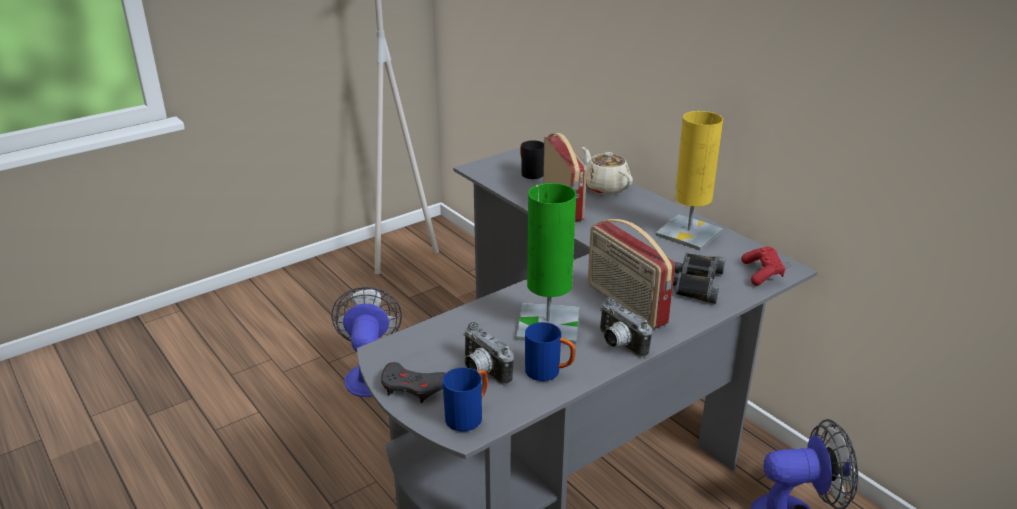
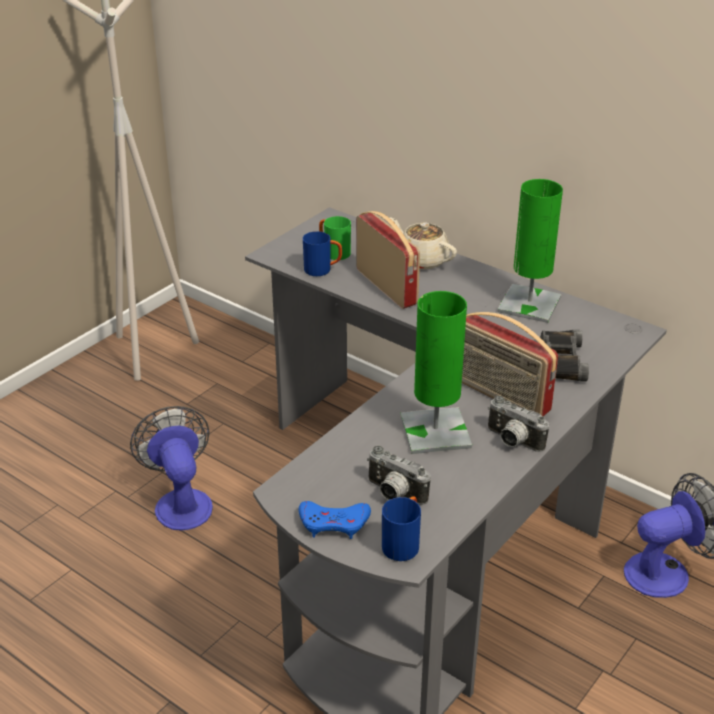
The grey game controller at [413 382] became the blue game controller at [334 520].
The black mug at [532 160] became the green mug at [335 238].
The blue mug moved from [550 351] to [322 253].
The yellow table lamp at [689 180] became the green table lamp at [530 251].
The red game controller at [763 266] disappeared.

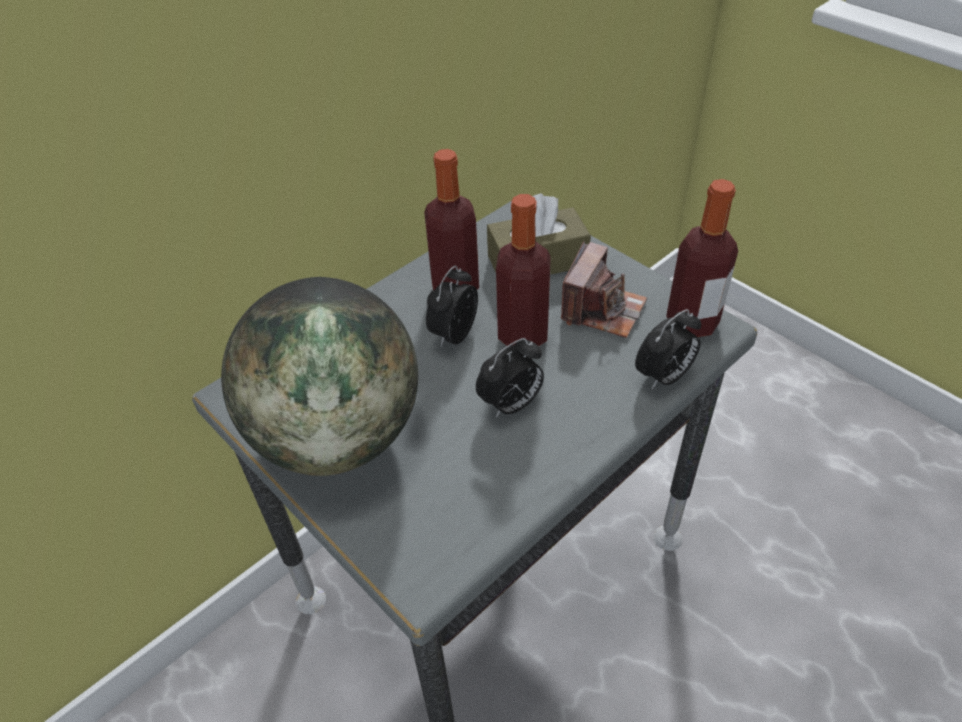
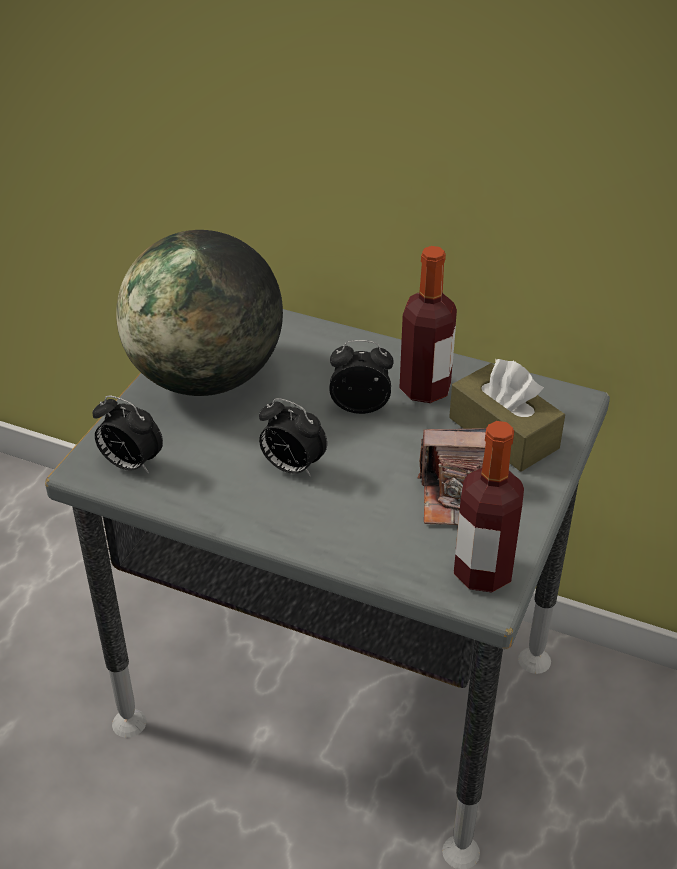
The bottle at [523 270] disappeared.
The alarm clock moved from [668 349] to [127 434].

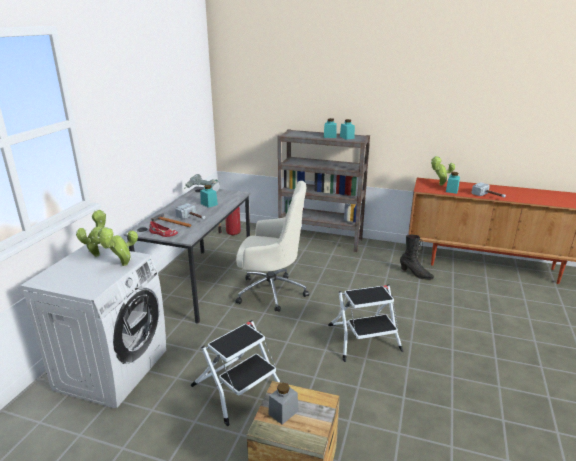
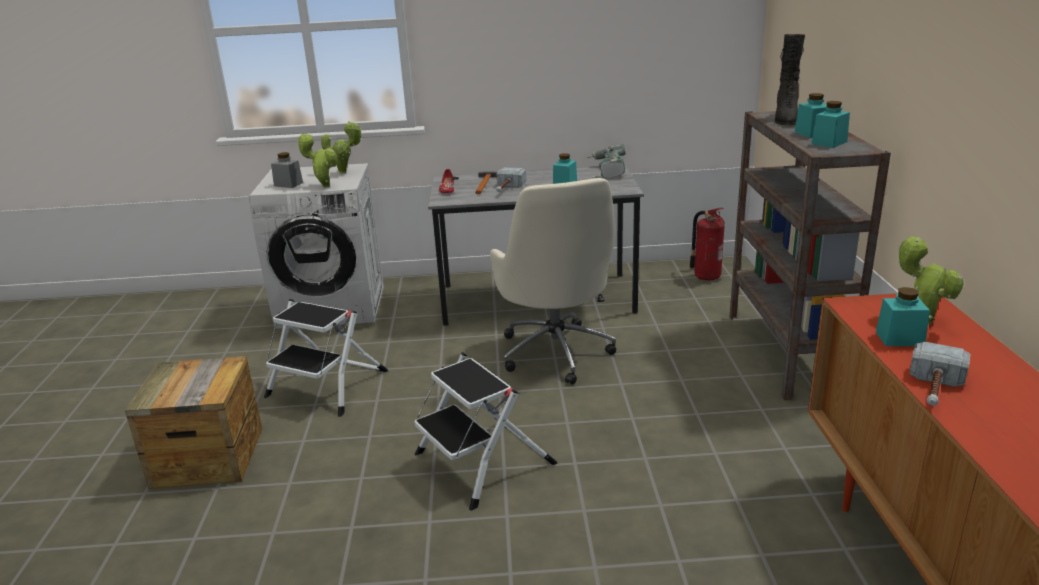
The grey jar moved from [283 404] to [287 170].
The black boot moved from [417 257] to [790 79].

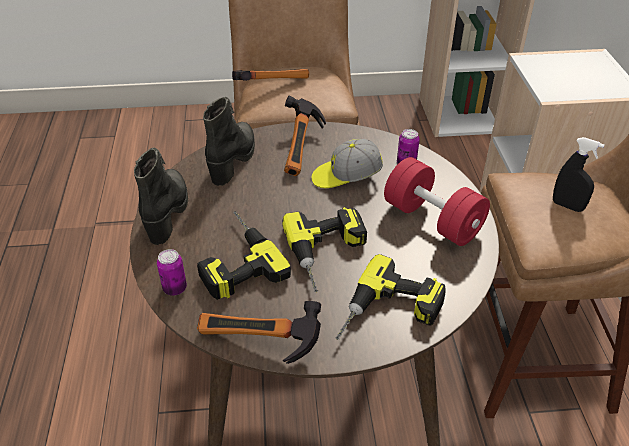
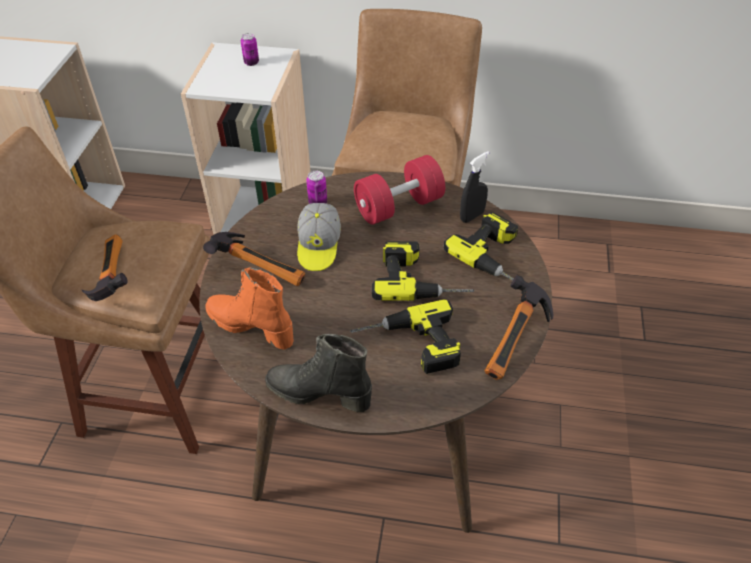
The can moved from [172 272] to [250 49].
The black boot at [229 141] became the orange boot at [249 309].
The black spray bottle moved from [578 174] to [474 187].

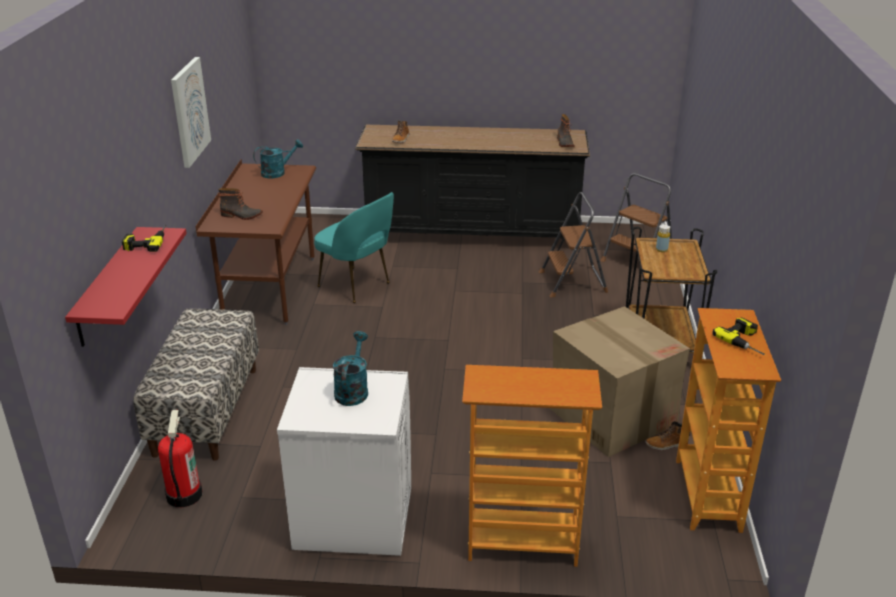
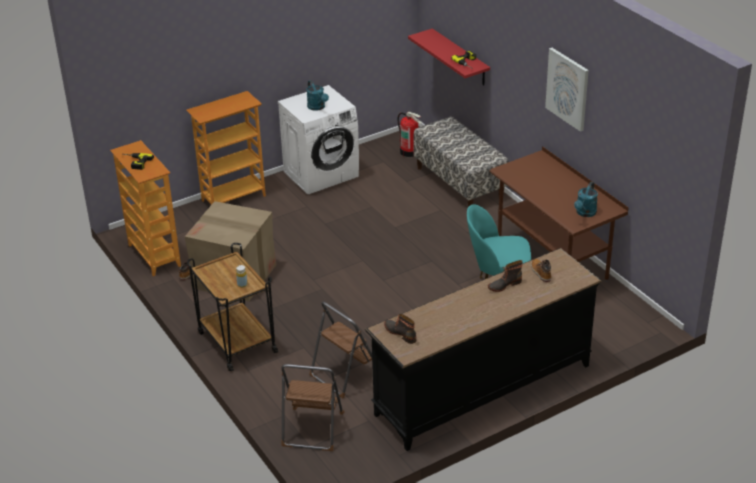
The boot moved from [240 204] to [505 276].

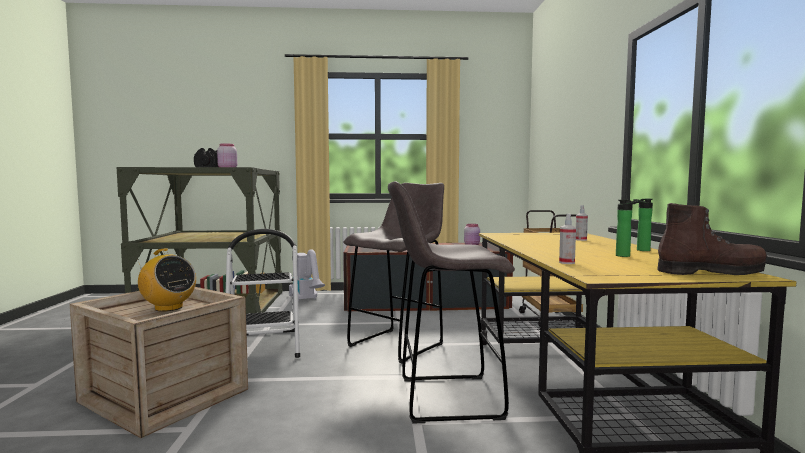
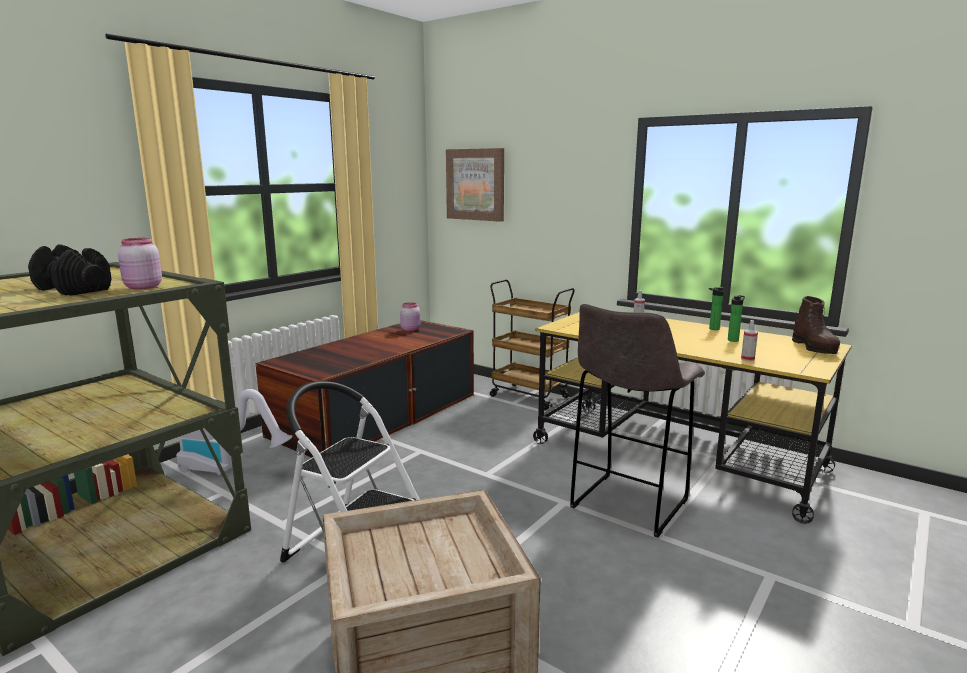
The radio at [166 280] disappeared.
The grey stool at [394 273] disappeared.
The brown boot at [712 239] turned 135 degrees clockwise.
The picture at [475 185] appeared.

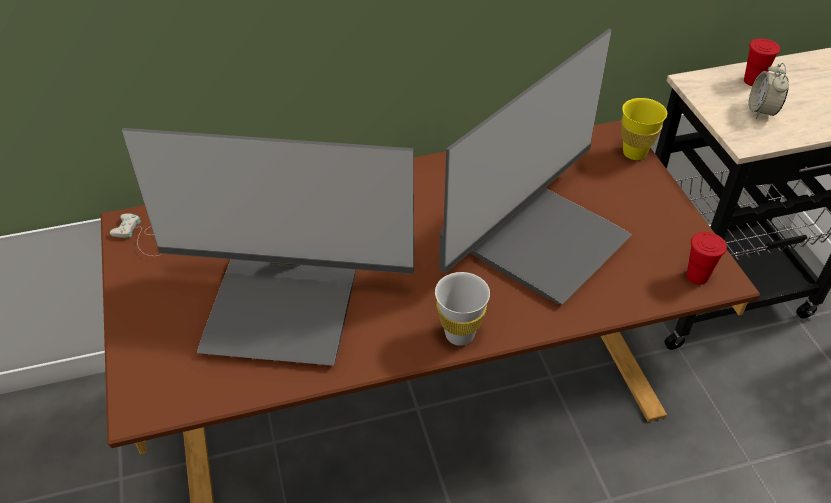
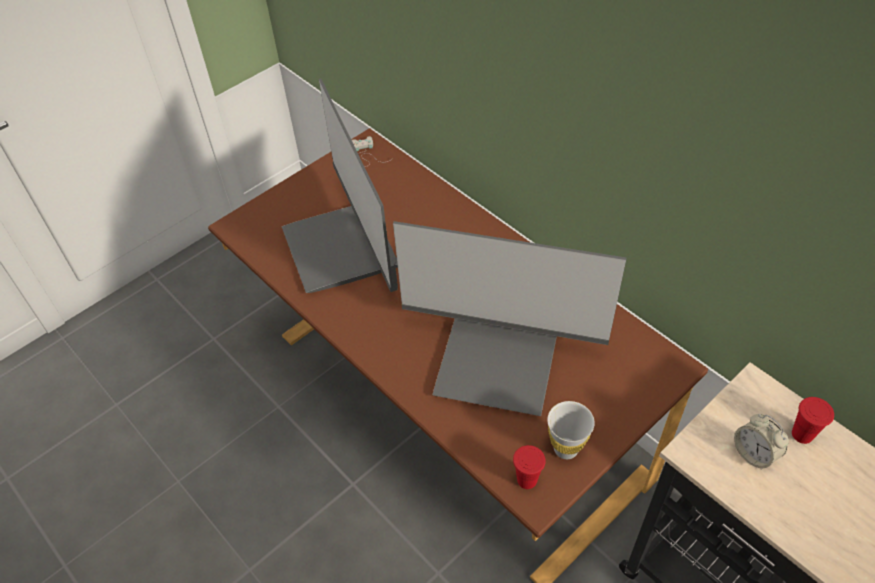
The white cup moved from [462 309] to [571 430].
The yellow cup at [644 129] disappeared.
The alarm clock at [769 91] turned 105 degrees counterclockwise.

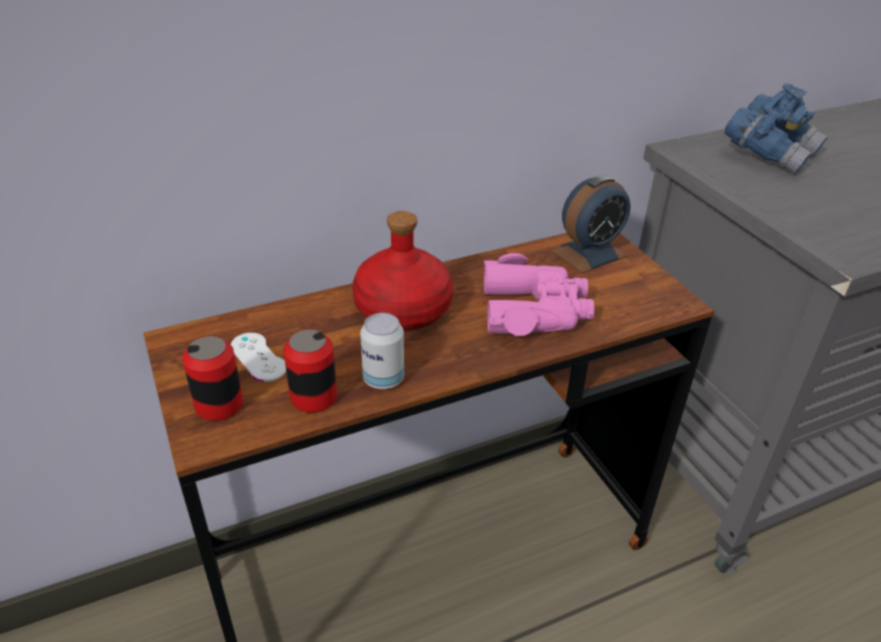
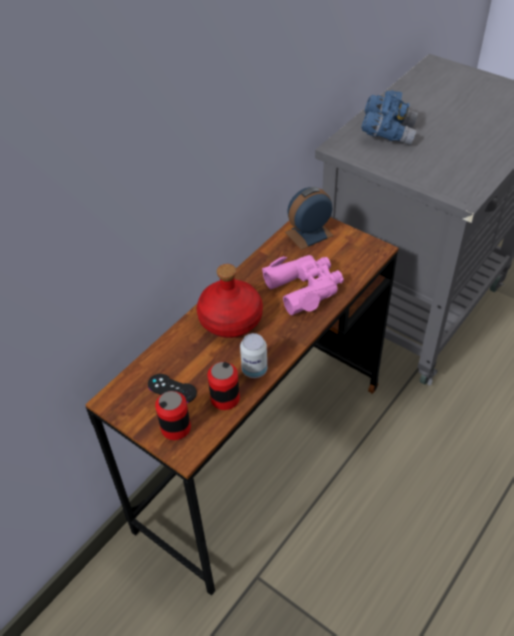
The white game controller at [258 357] became the black game controller at [172 388].
The alarm clock at [591 224] turned 150 degrees counterclockwise.

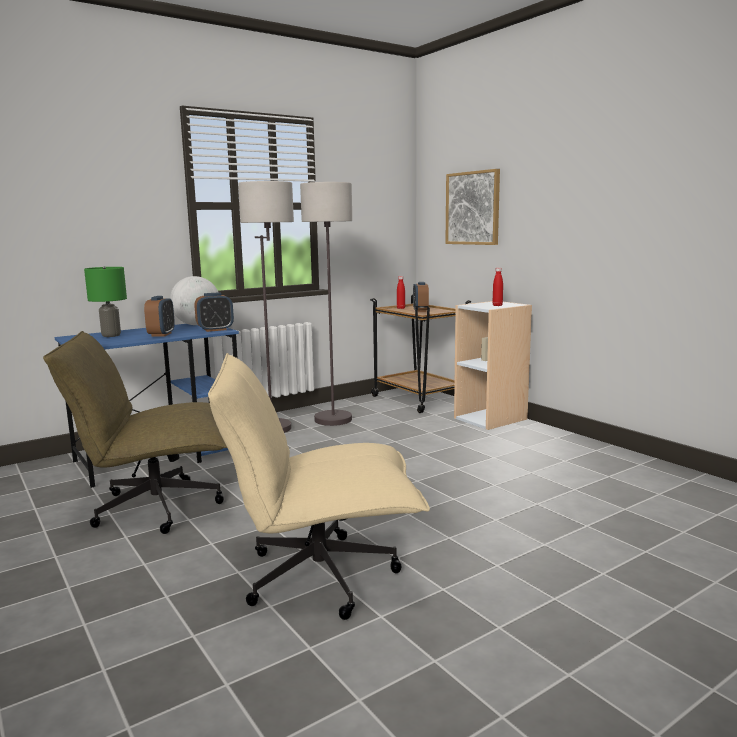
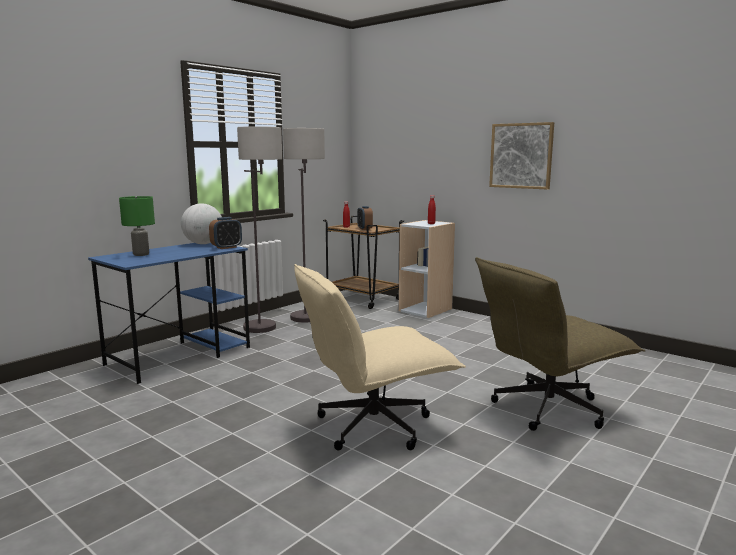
The beige office chair moved from [135 432] to [560 344].
The alarm clock at [159 316] disappeared.
The picture moved from [472 207] to [521 156].

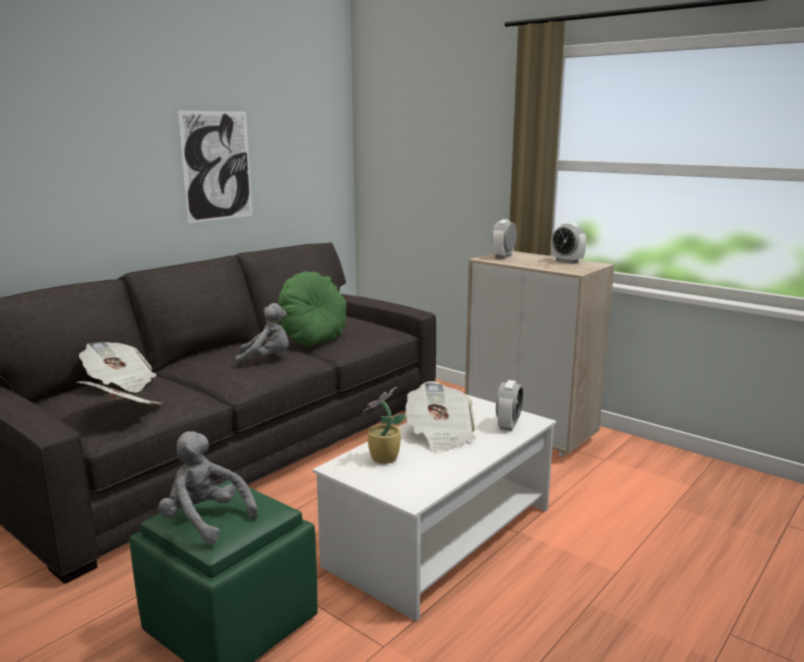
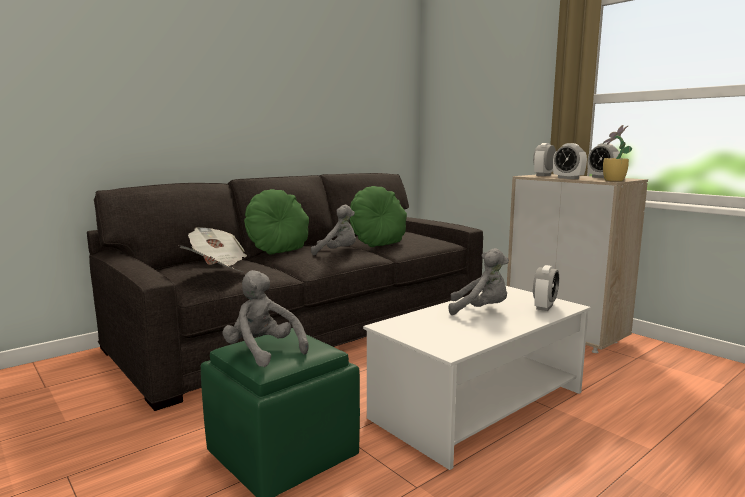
The picture at [215 167] disappeared.
The potted plant moved from [384 425] to [617 153].
The newspaper at [440 417] was replaced by the grey plush toy at [479 281].
The green pillow at [276 221] appeared.
The alarm clock at [570 161] appeared.

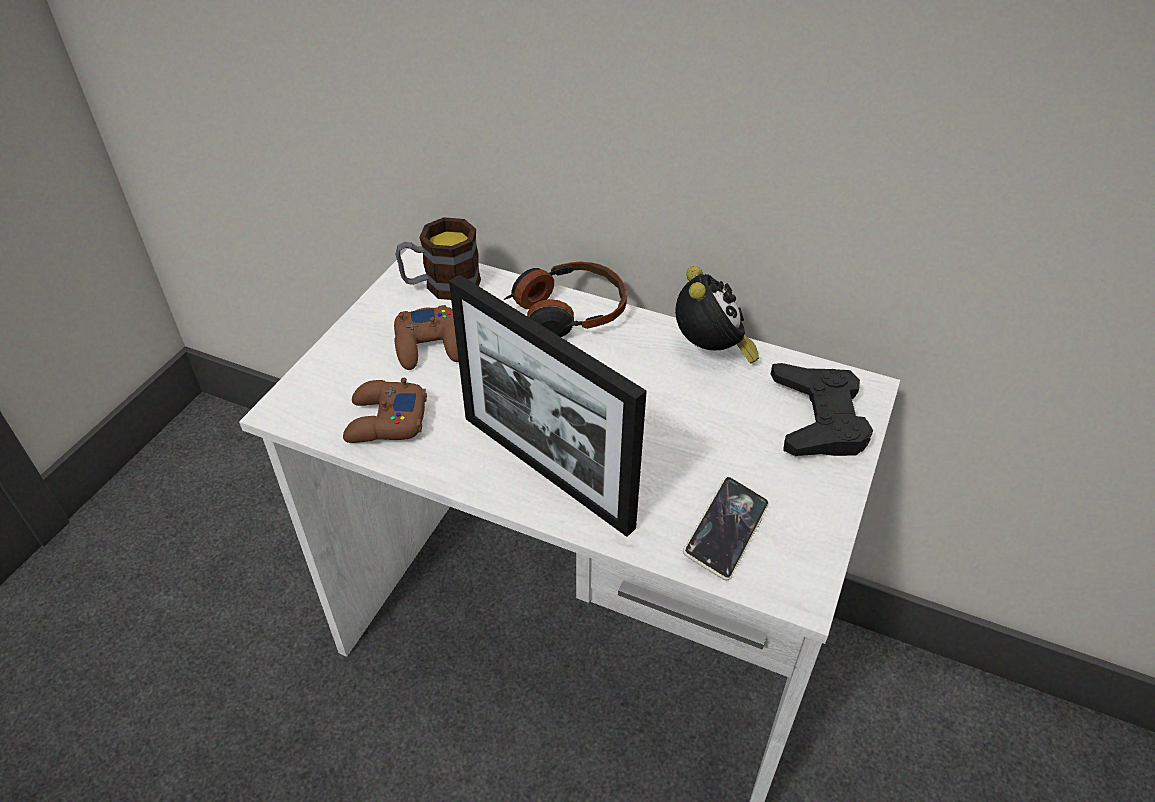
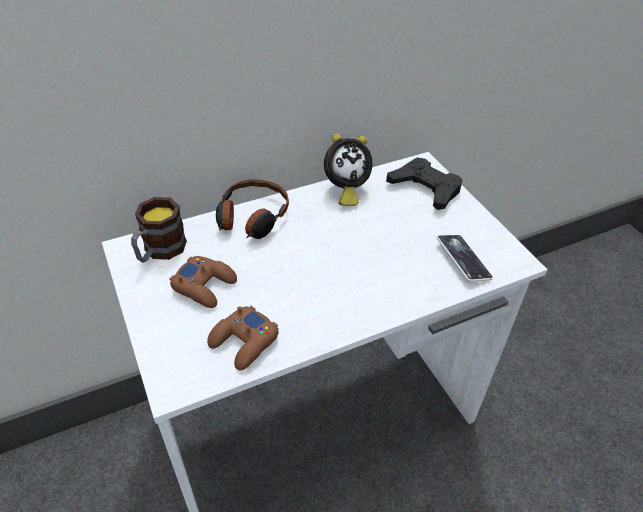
The picture frame at [548 406] disappeared.
The alarm clock at [717 315] turned 120 degrees clockwise.

